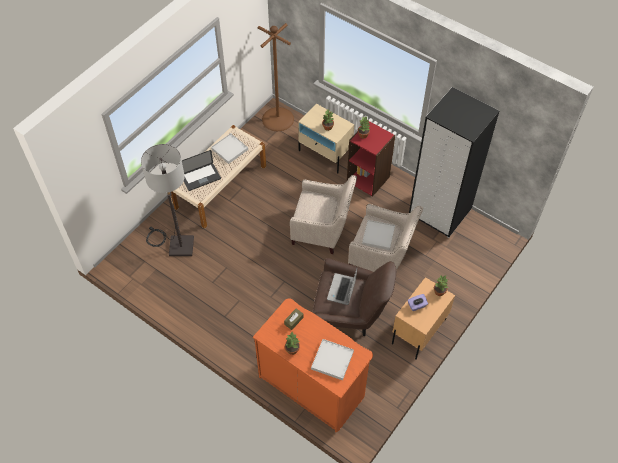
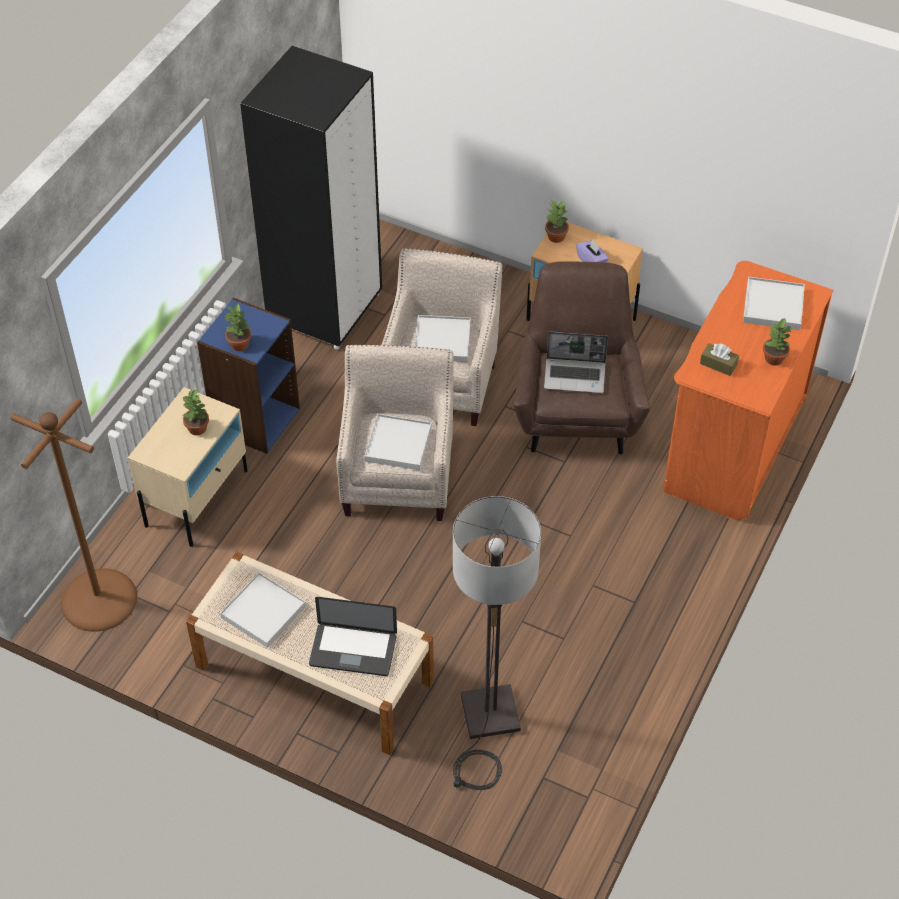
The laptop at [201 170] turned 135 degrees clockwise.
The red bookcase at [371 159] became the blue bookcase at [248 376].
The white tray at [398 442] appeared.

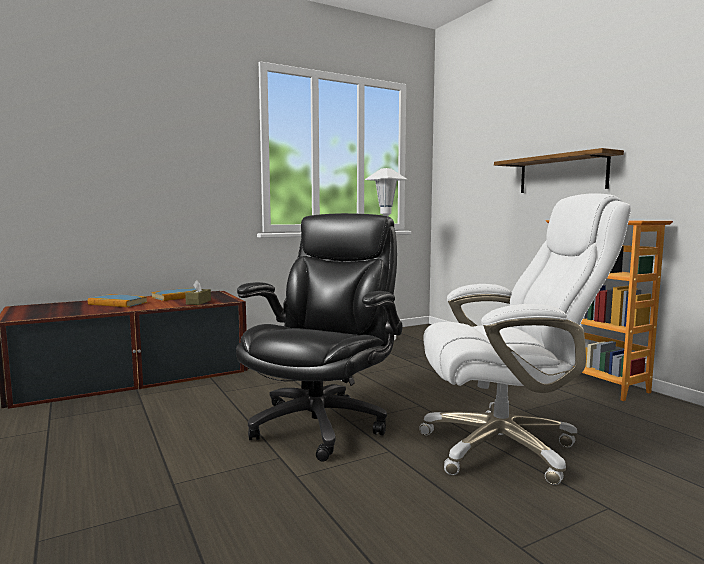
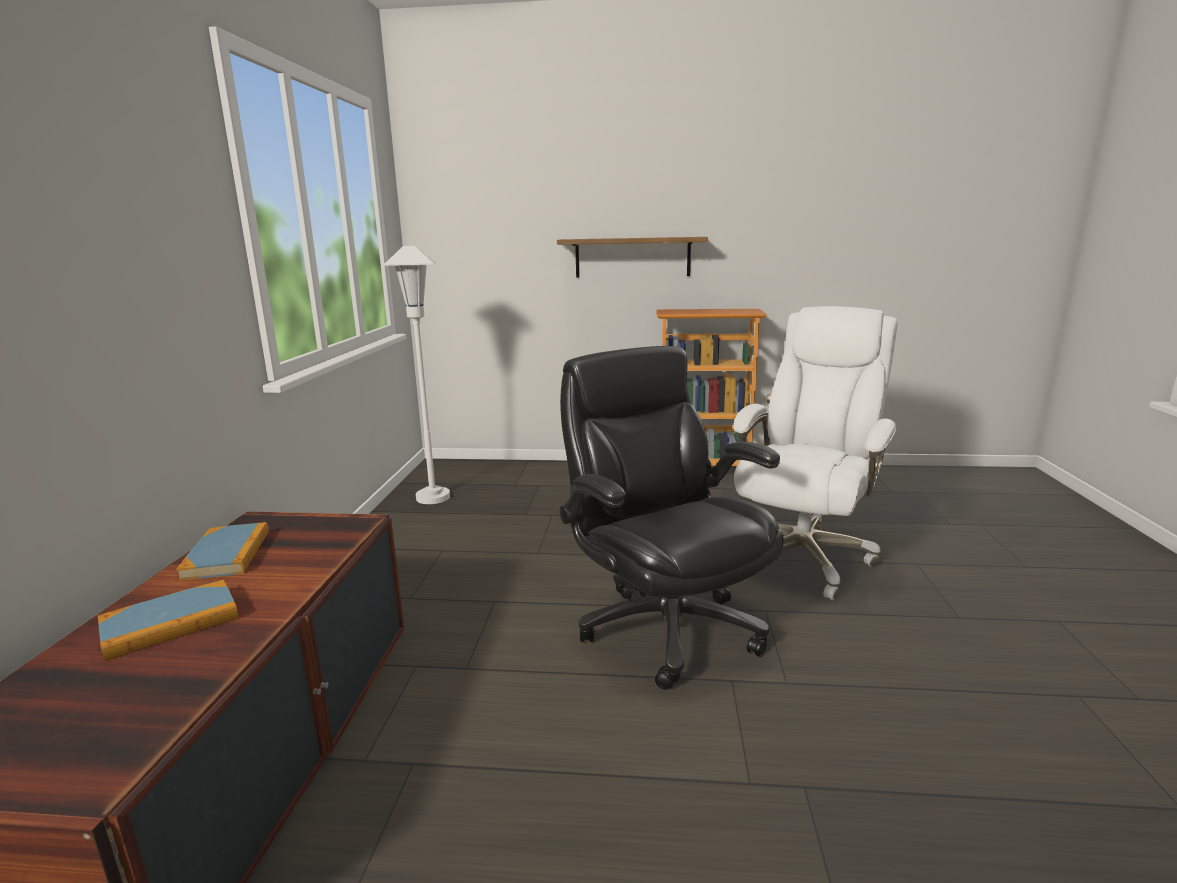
The brown tissue box at [198 292] disappeared.

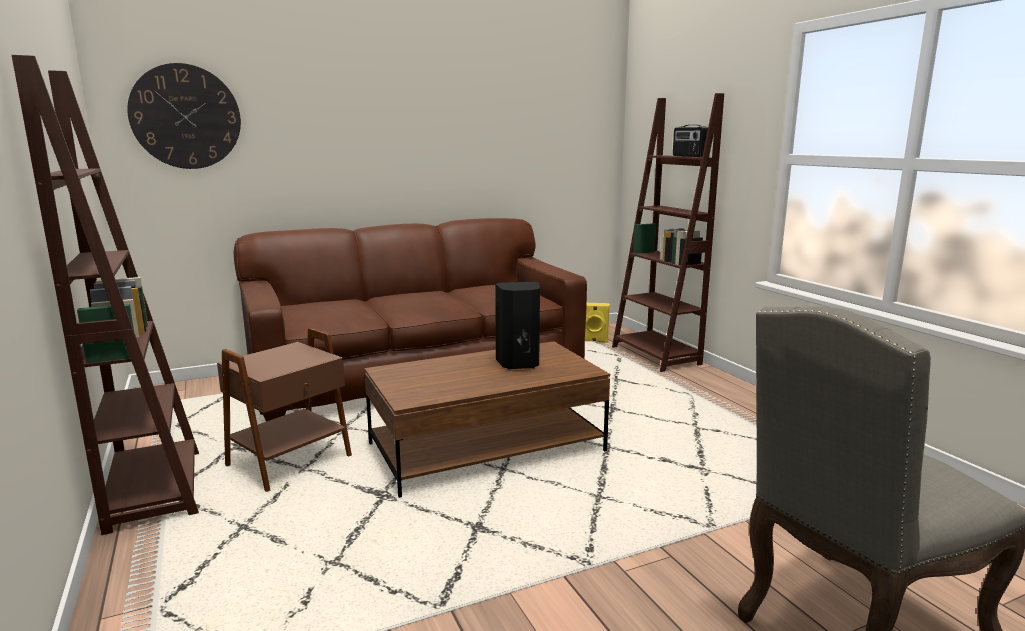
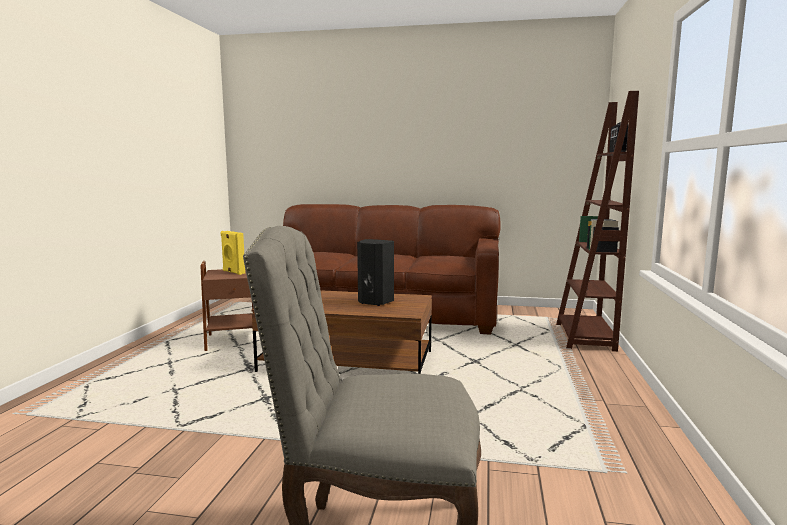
The brown bookcase at [105 295] disappeared.
The wall clock at [184 116] disappeared.
The yellow speaker moved from [597 323] to [233 253].

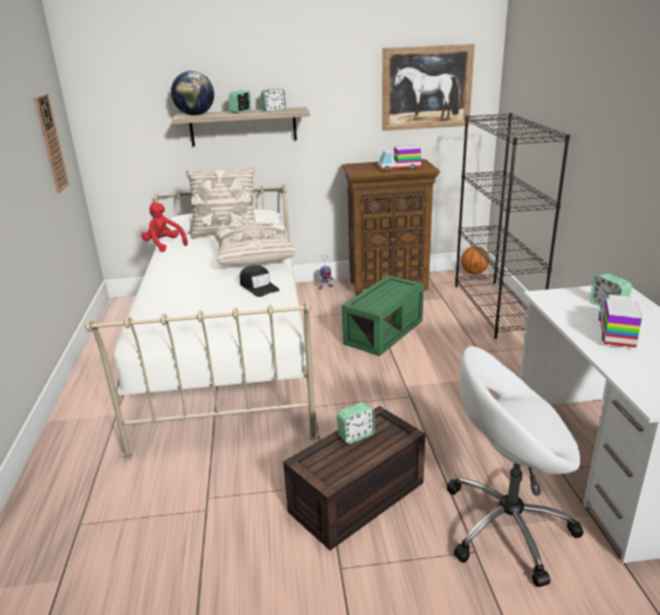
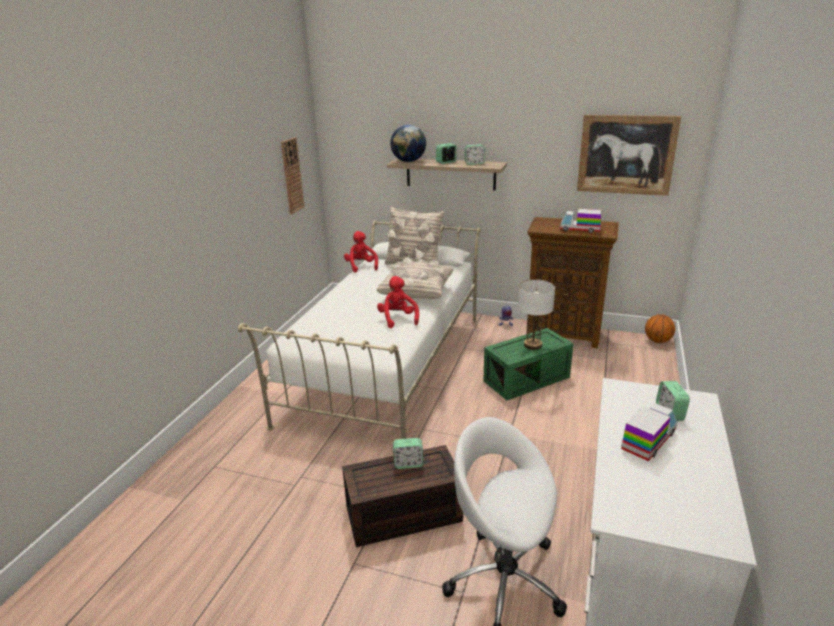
The black cap at [260 281] was replaced by the red plush toy at [398 302].
The black bookcase at [512 226] disappeared.
The table lamp at [536 314] appeared.

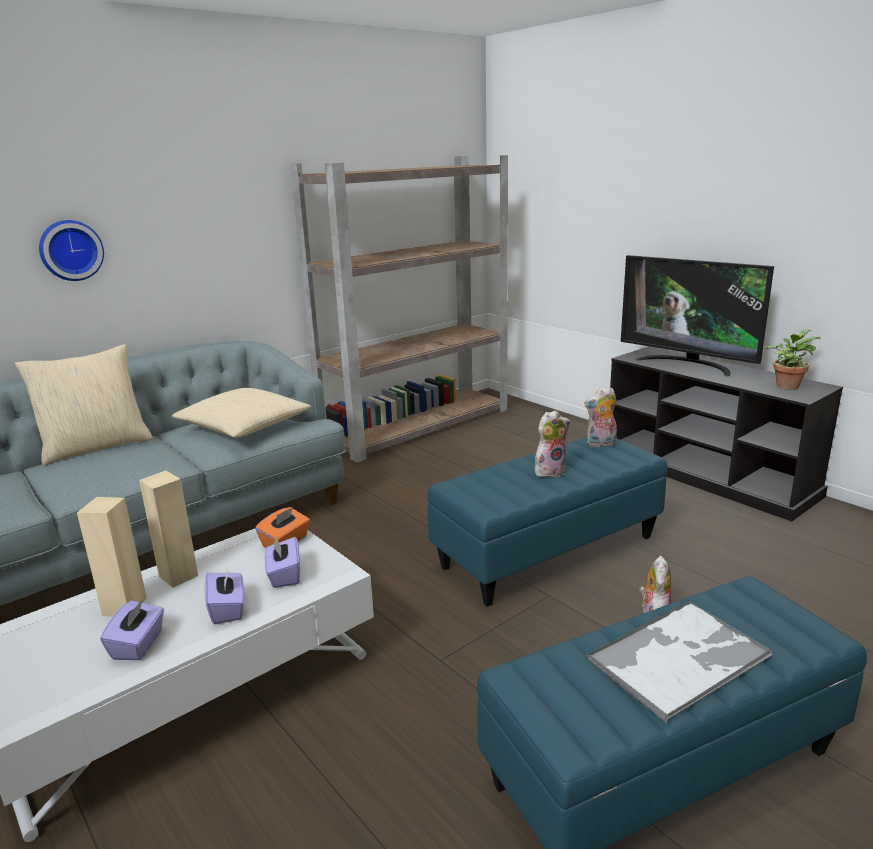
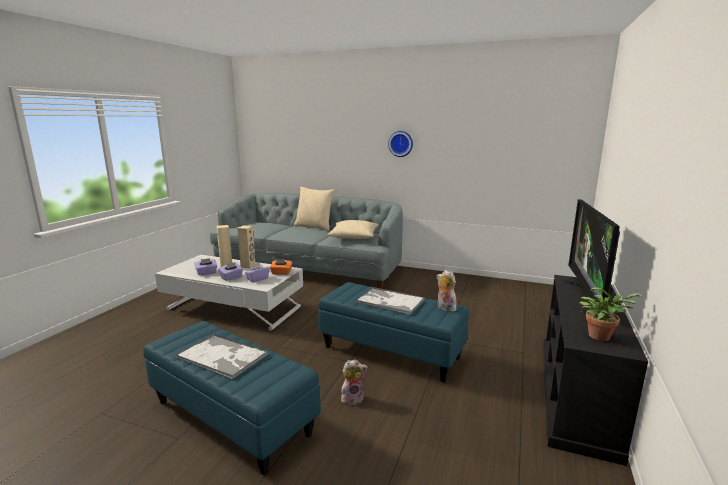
The wall clock moved from [71 250] to [400 144].
The brown bookcase at [399 309] disappeared.
The plush toy at [552 444] was replaced by the tray at [390 301].

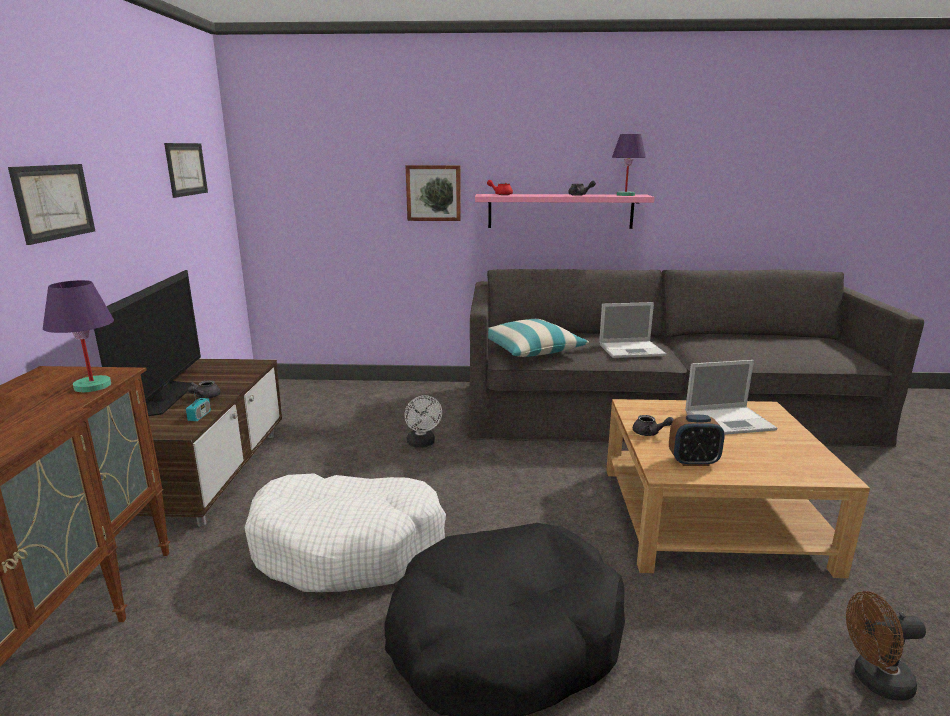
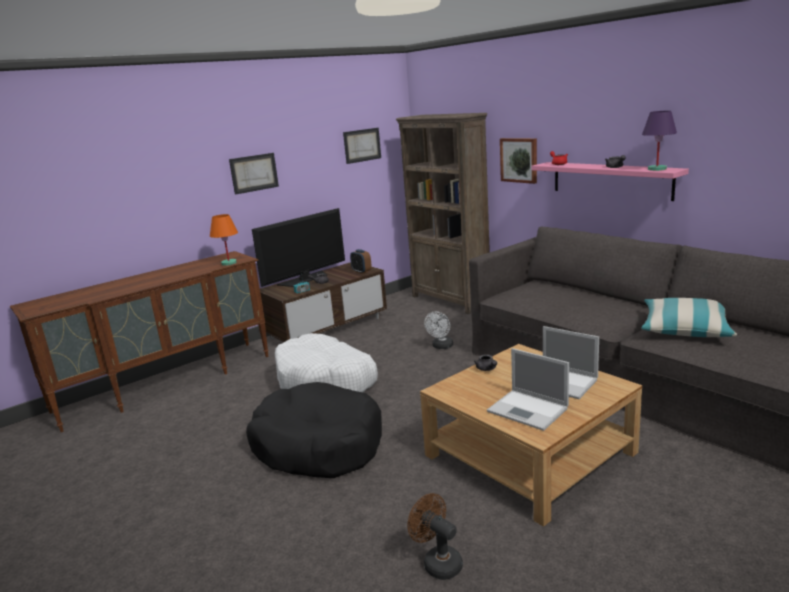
The purple table lamp at [78 336] became the orange table lamp at [224 240].
The pillow moved from [538 338] to [689 317].
The laptop moved from [632 330] to [528 389].
The alarm clock moved from [697 440] to [361 261].
The brown bookcase at [443 213] appeared.

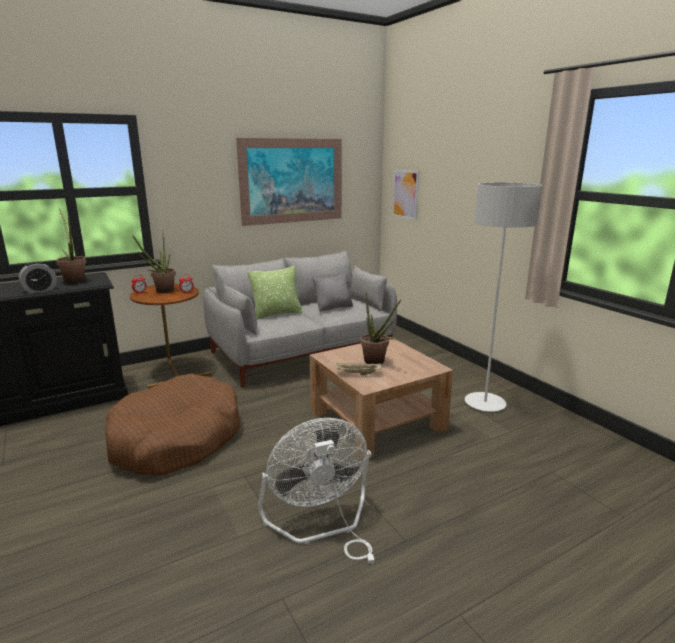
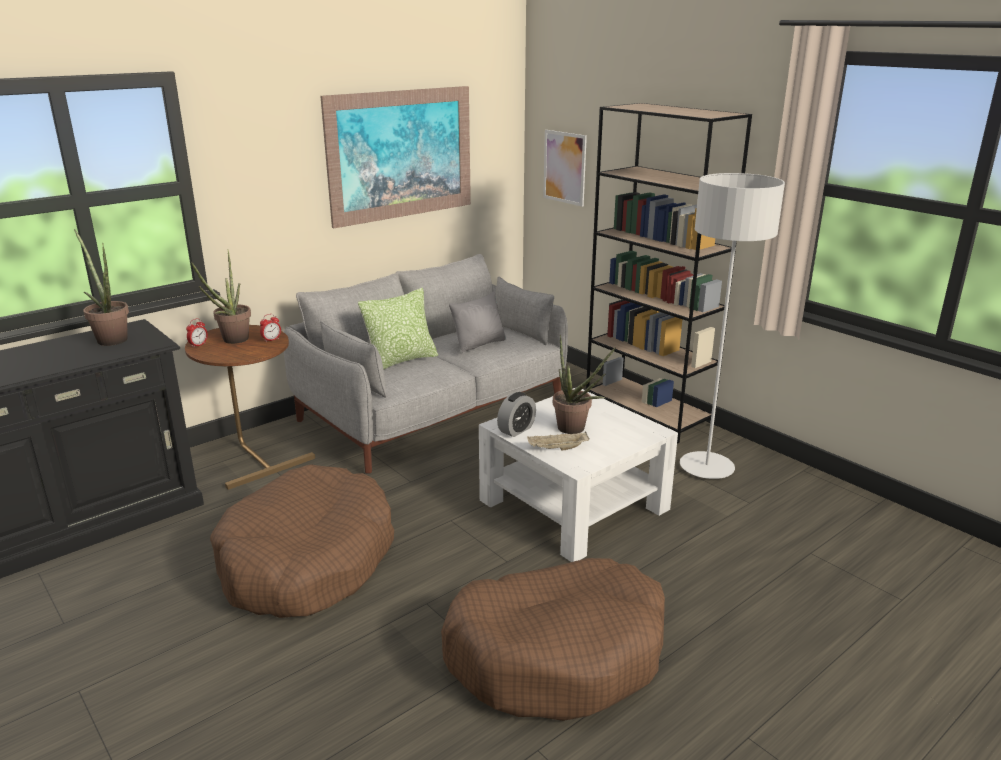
The alarm clock moved from [38 277] to [516 414].
The white fan at [316 491] was replaced by the brown dog bed at [553 639].
The brown coffee table at [381 399] became the white coffee table at [578 475].
The beige bookcase at [669 273] appeared.

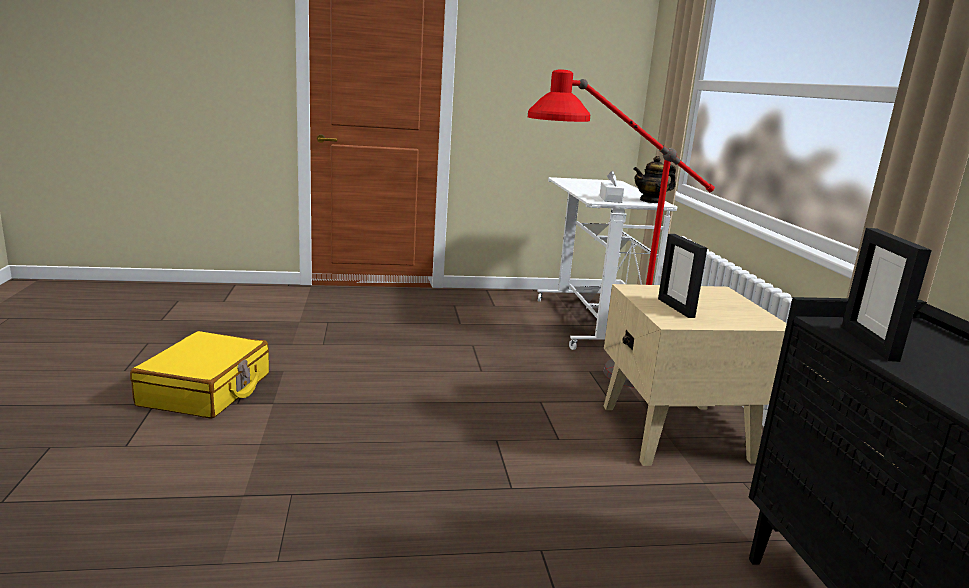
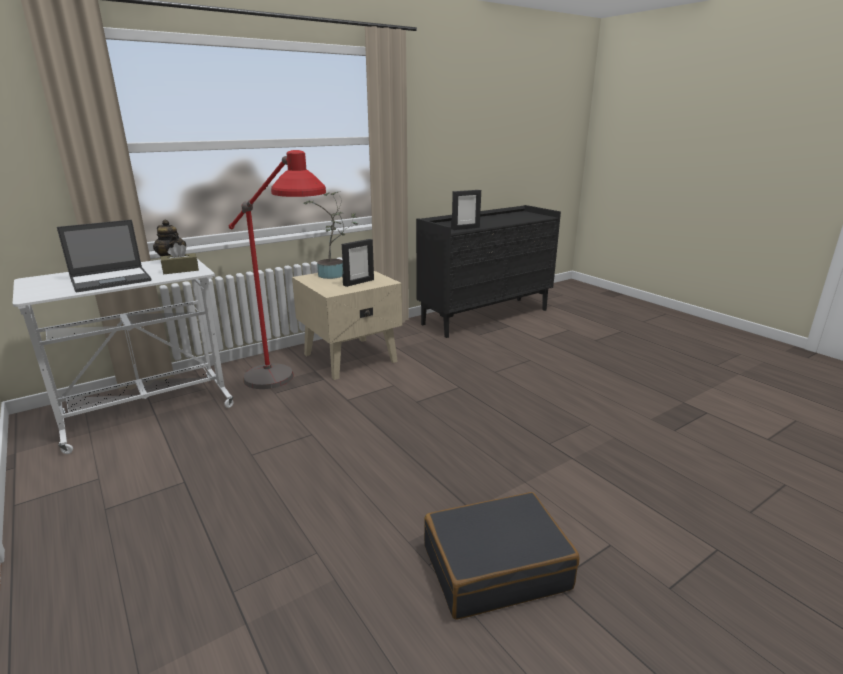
The yellow suitcase at [199 375] became the black suitcase at [502 556].
The white tissue box at [611 187] became the brown tissue box at [179 258].
The laptop at [104 256] appeared.
The potted plant at [330 235] appeared.

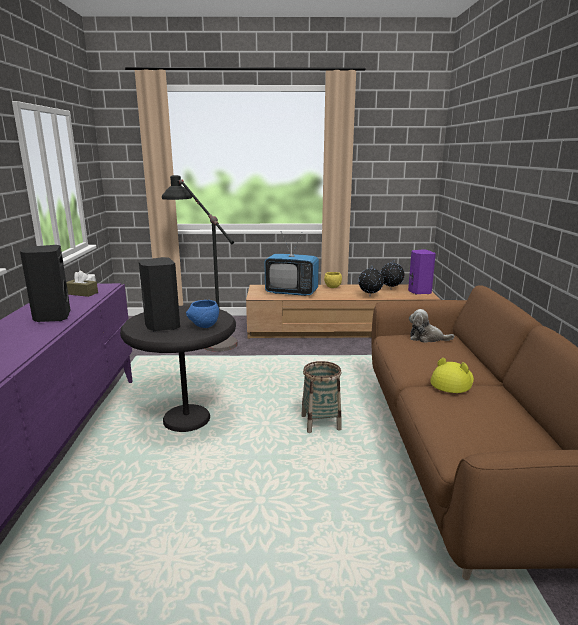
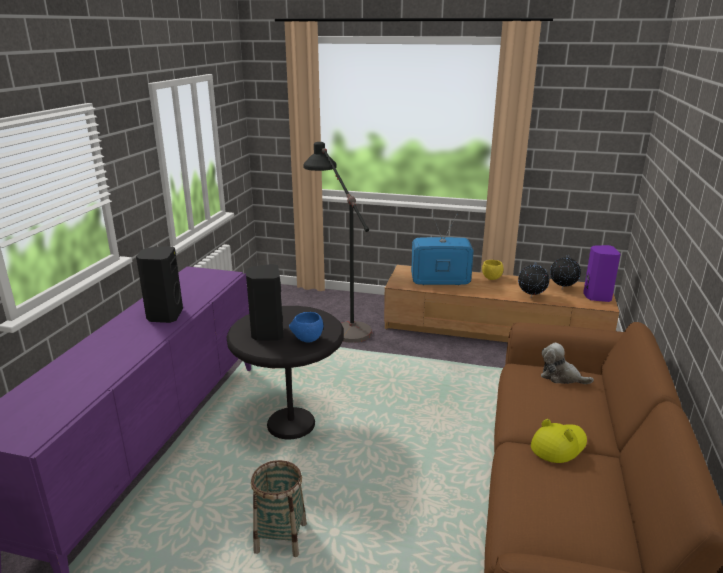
The brown tissue box at [82 284] disappeared.
The television at [292 263] turned 150 degrees clockwise.
The basket moved from [321 397] to [279 508].

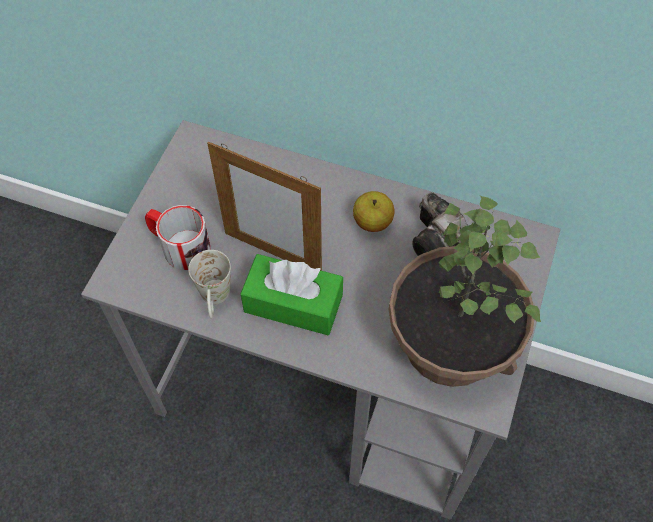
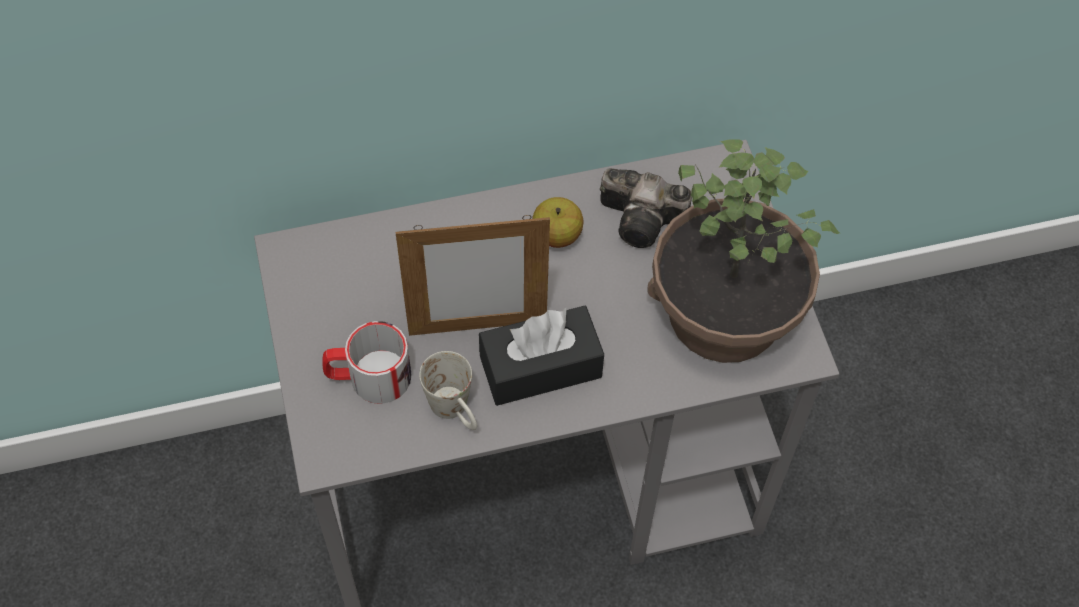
The green tissue box at [291 294] became the black tissue box at [541 356].

